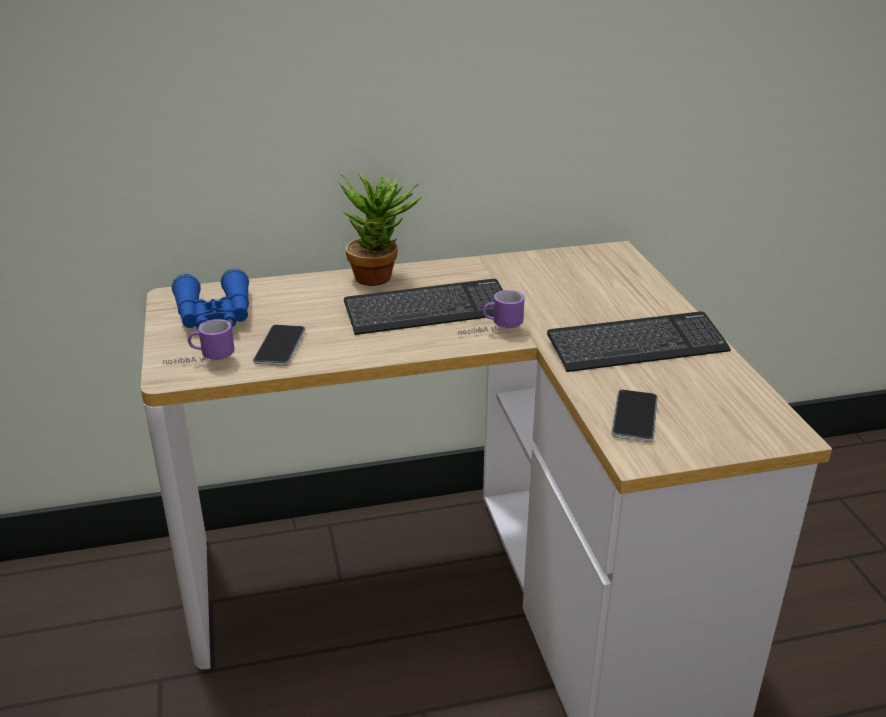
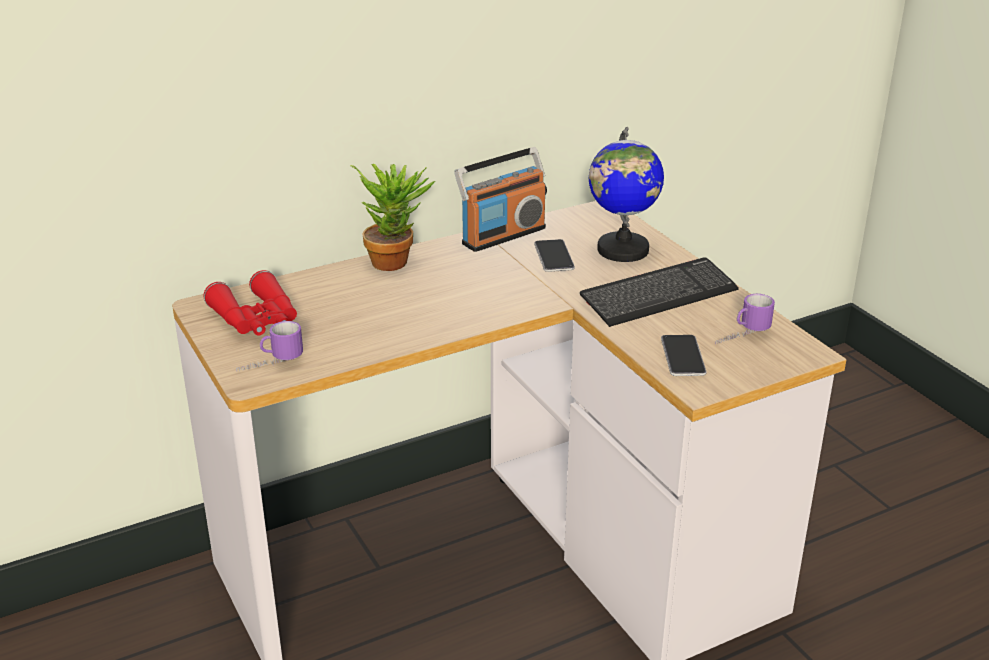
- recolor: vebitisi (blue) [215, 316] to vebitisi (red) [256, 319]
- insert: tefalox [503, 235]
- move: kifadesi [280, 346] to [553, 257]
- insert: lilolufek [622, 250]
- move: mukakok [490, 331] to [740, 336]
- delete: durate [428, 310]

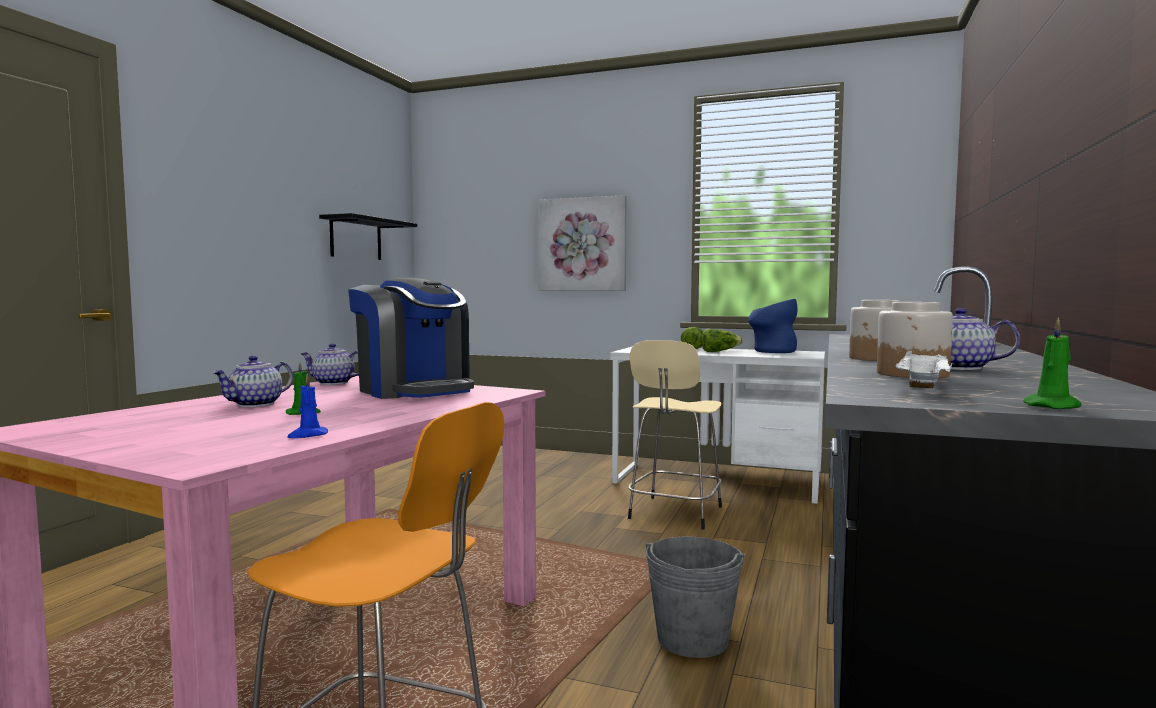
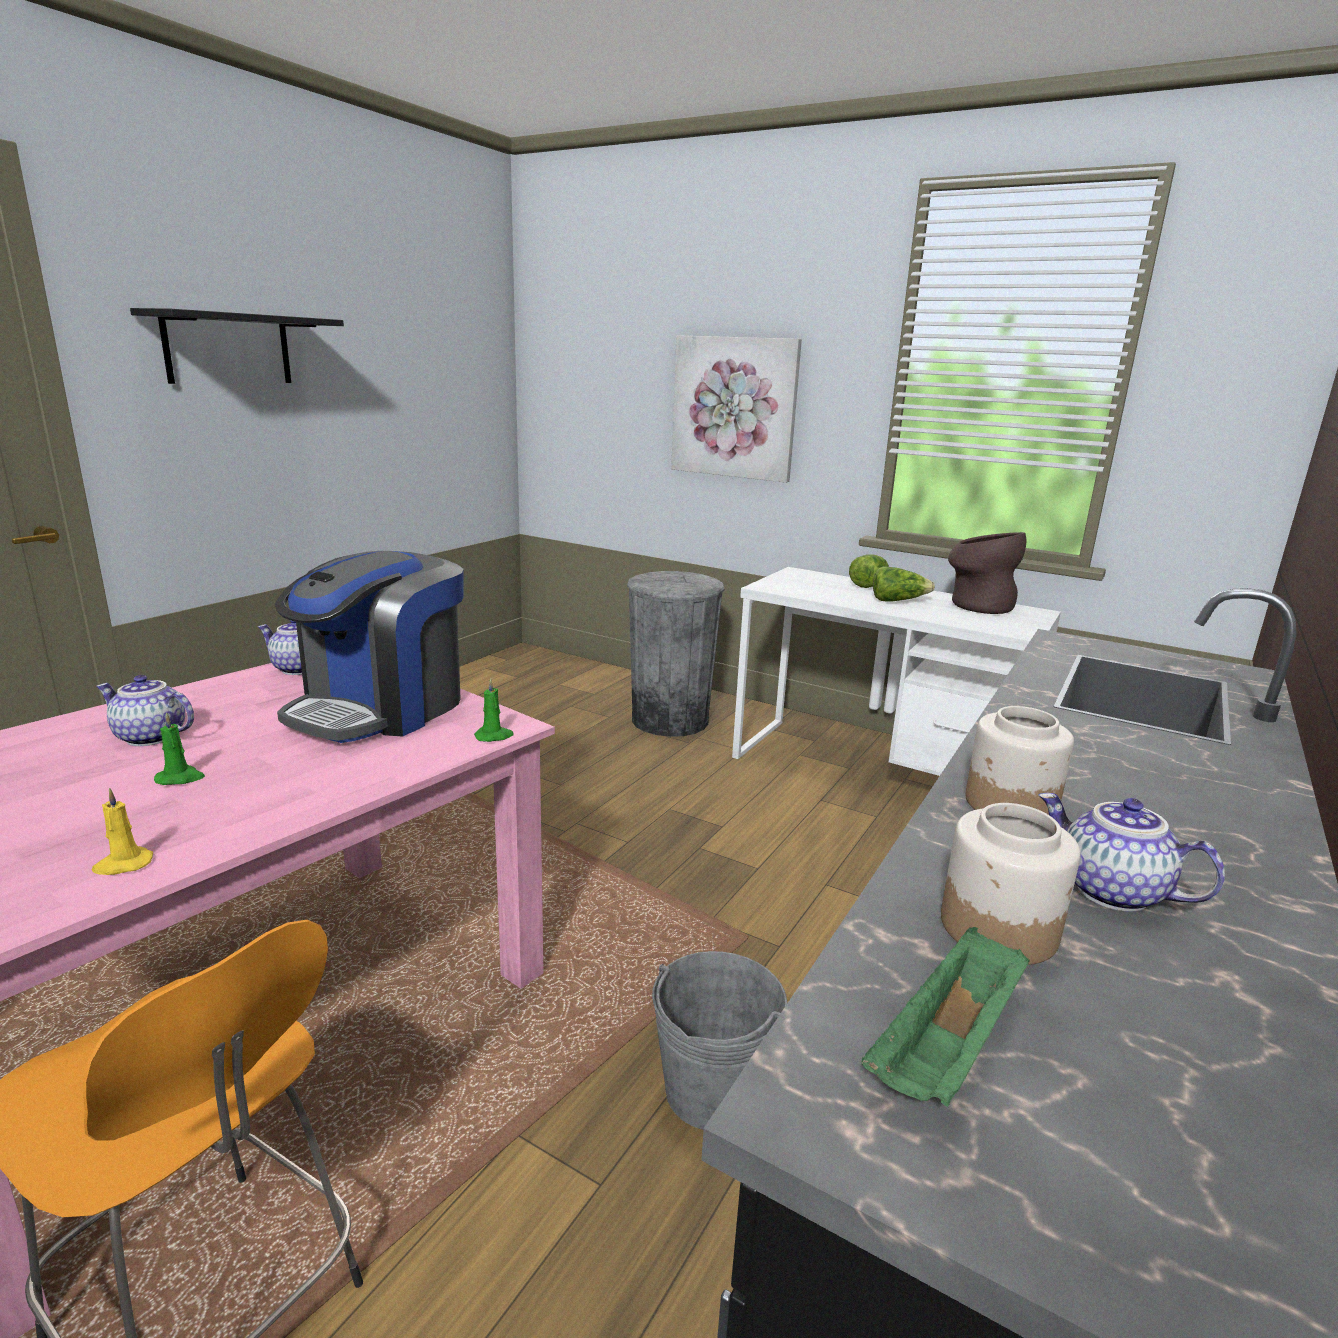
- recolor: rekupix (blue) [307, 435] to rekupix (yellow) [123, 865]
- rotate: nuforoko [256, 404] = [149, 737] 60 degrees clockwise
- move: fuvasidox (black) [356, 239] to [228, 349]
- rotate: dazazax [414, 390] = [381, 708] 60 degrees clockwise
- move: rekupix (green) [1053, 406] to [494, 736]
- insert: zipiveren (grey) [670, 720]
- recolor: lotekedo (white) [923, 389] to lotekedo (green) [947, 1048]
- recolor: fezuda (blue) [771, 351] to fezuda (brown) [977, 605]
- delete: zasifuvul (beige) [674, 514]

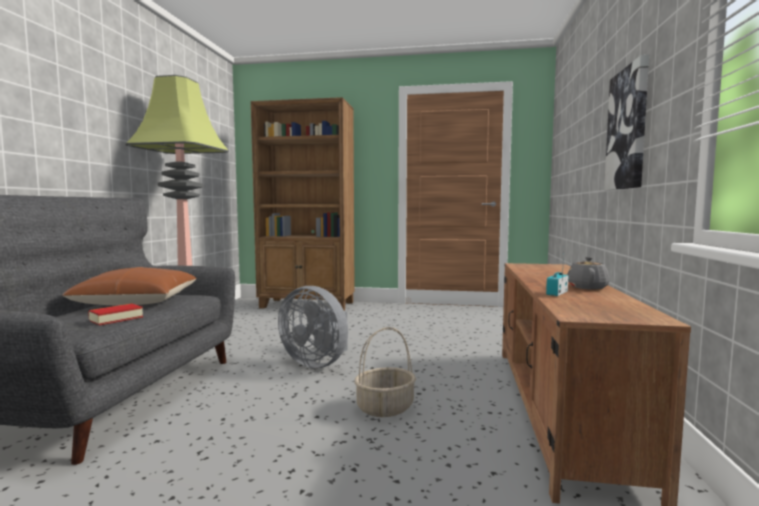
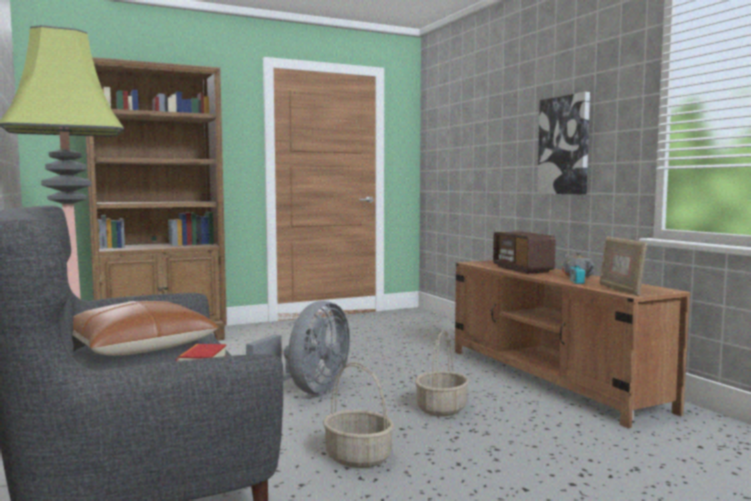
- rotate: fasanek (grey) [317, 363] = [308, 391] 60 degrees counterclockwise
- insert: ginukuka [359, 457]
- insert: tefalox [522, 269]
- insert: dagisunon [620, 289]

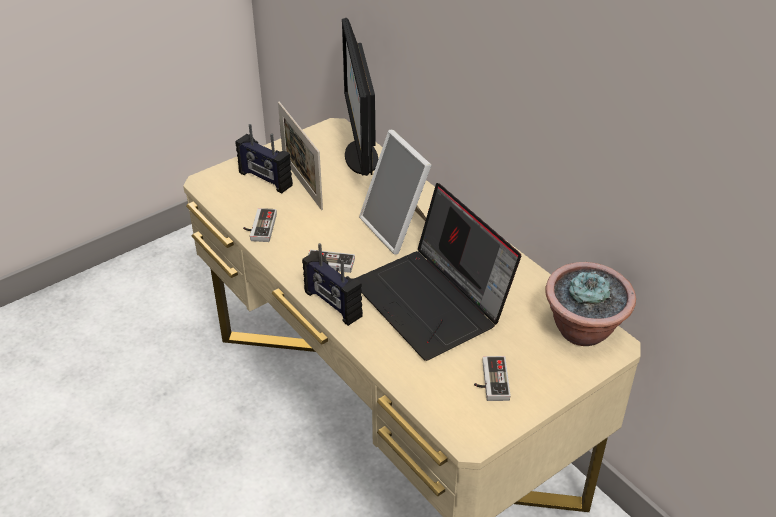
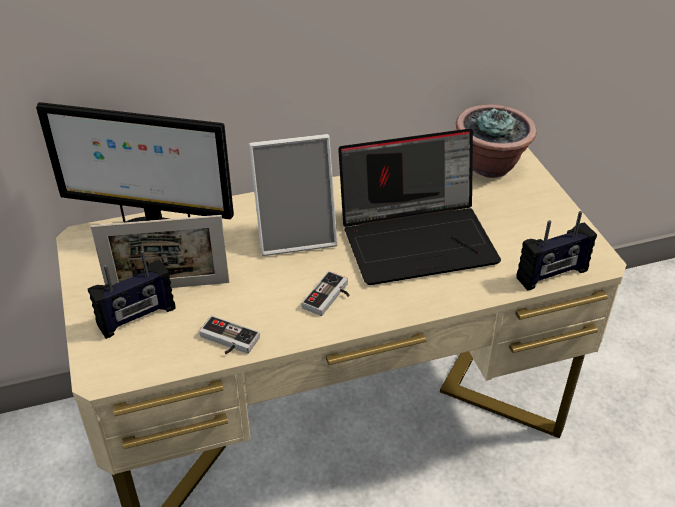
- move: tefalox [332, 304] to [552, 275]
- delete: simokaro [490, 381]

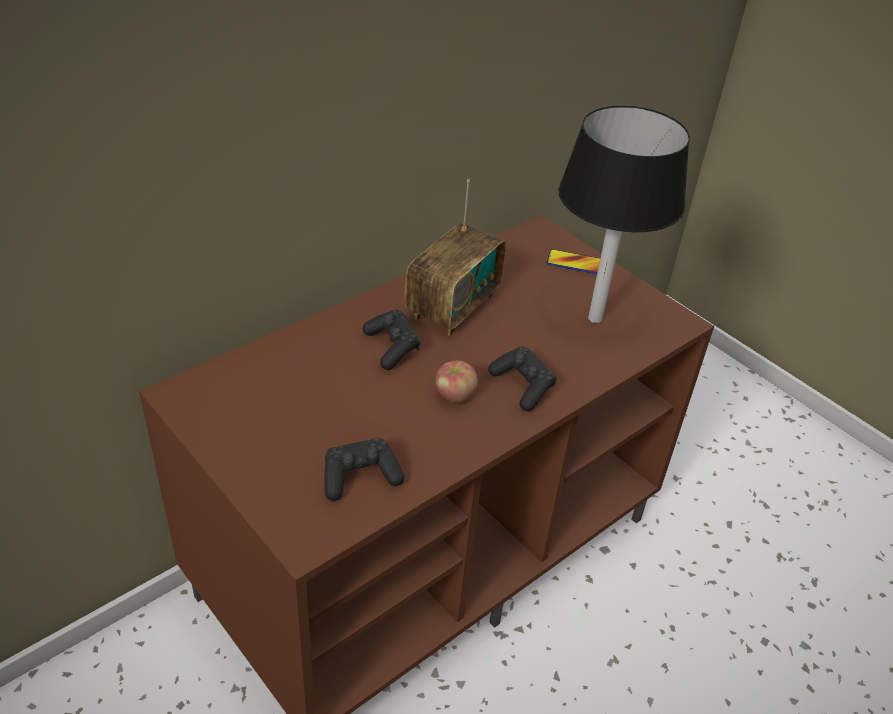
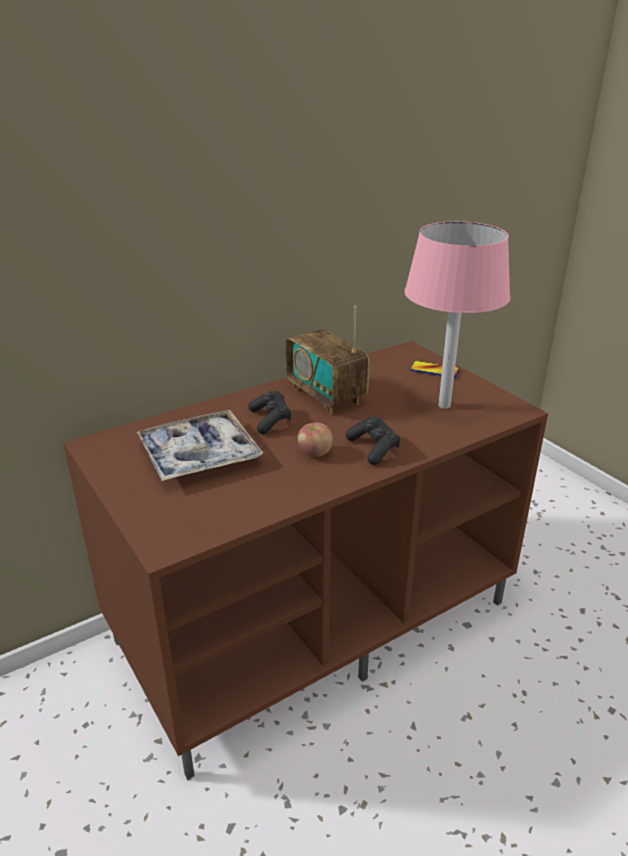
- insert: lotekedo [199, 455]
- rotate: tefalox [452, 306] = [326, 395] 105 degrees clockwise
- recolor: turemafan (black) [595, 318] to turemafan (pink) [444, 406]
- delete: simokaro (black) [360, 477]

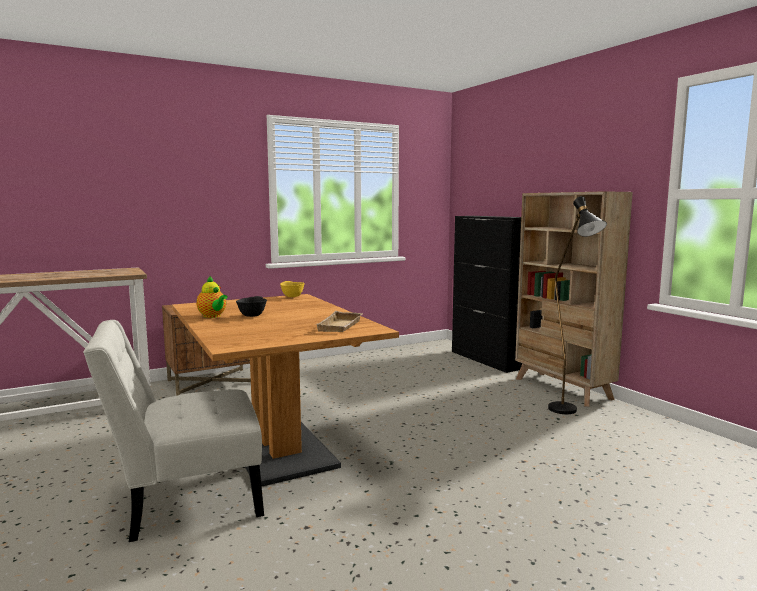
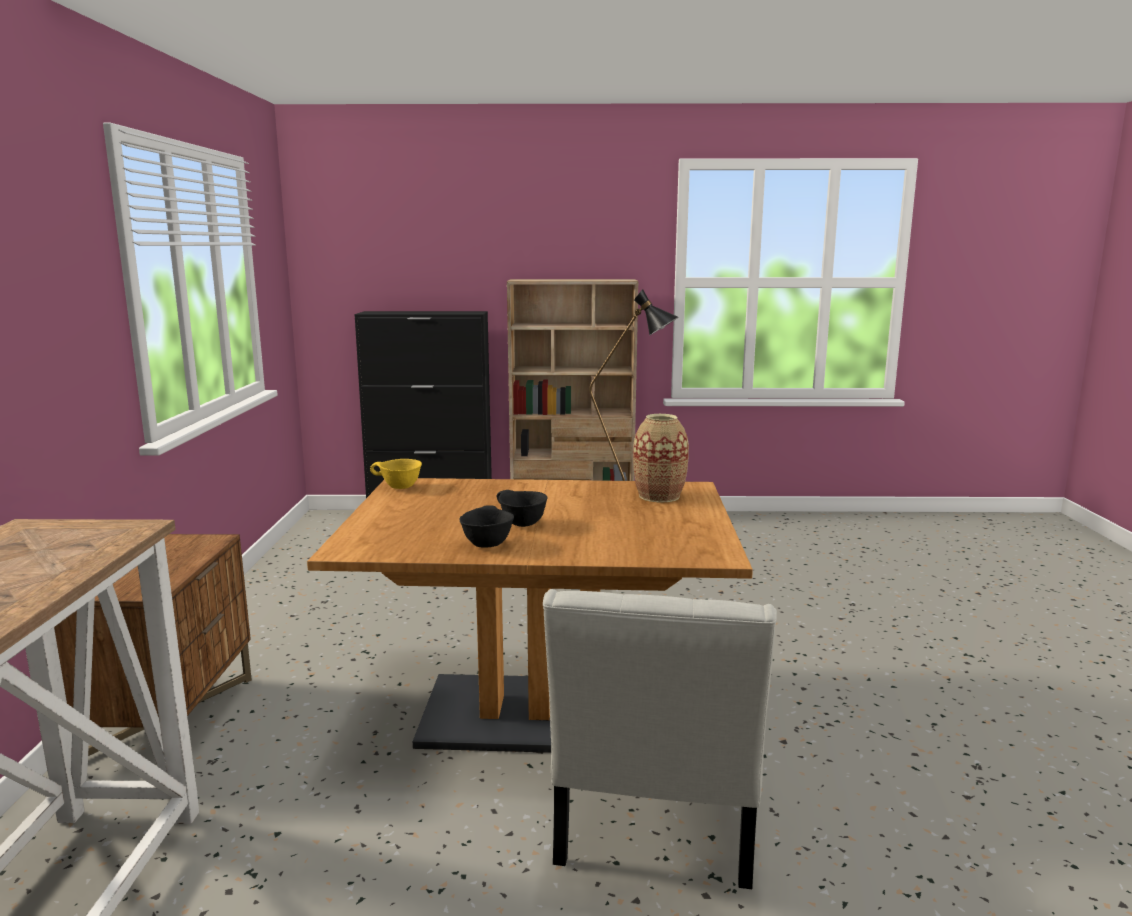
- replace: nuforoko [213, 316] to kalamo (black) [486, 544]
- replace: lotekedo (beige) [341, 326] to fezuda [659, 496]

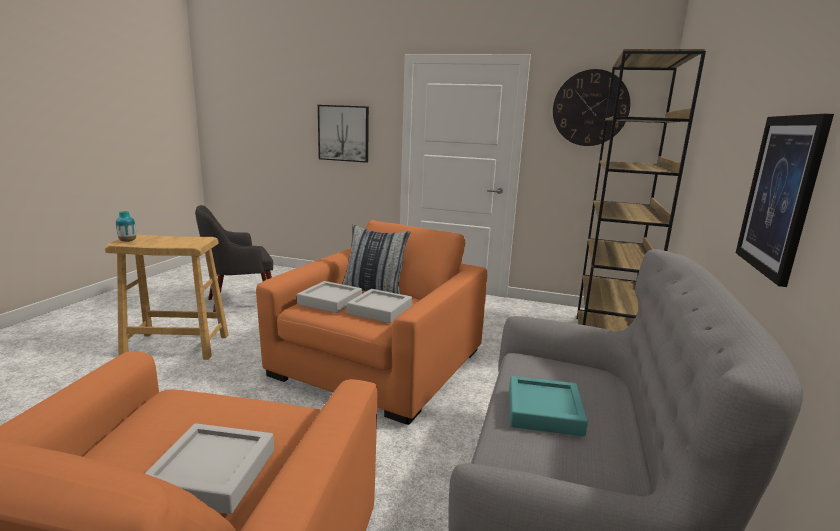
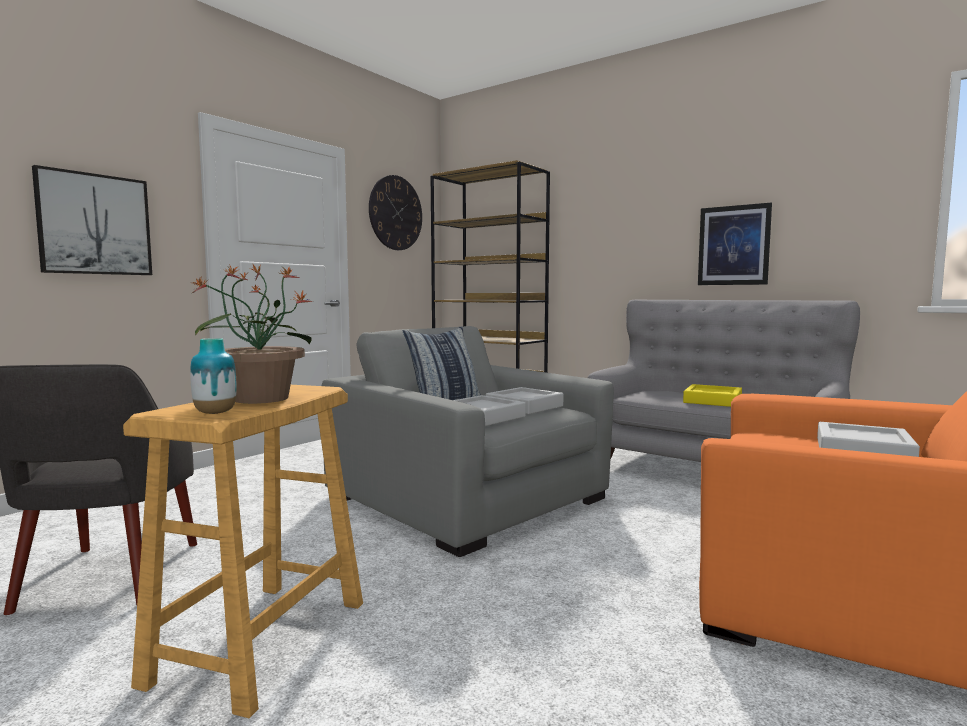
- insert: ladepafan [259, 398]
- recolor: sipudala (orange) [379, 363] to sipudala (grey) [468, 497]
- recolor: lotekedo (turquoise) [544, 411] to lotekedo (yellow) [712, 401]

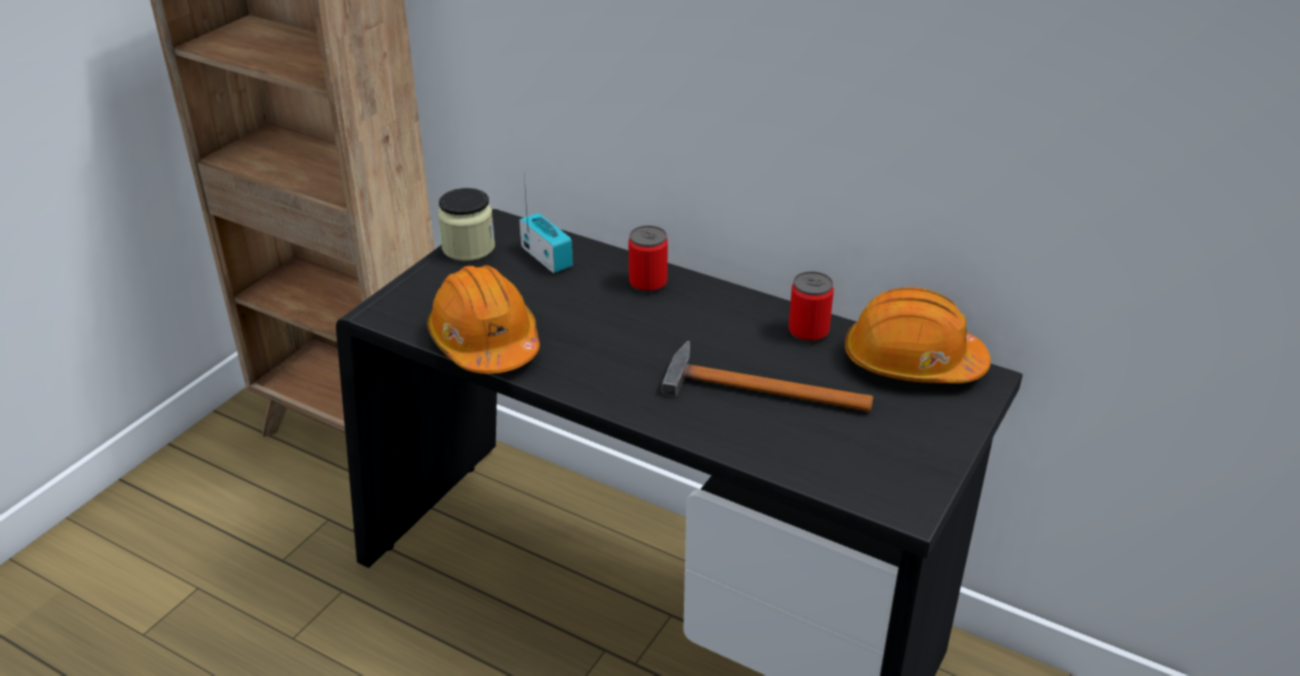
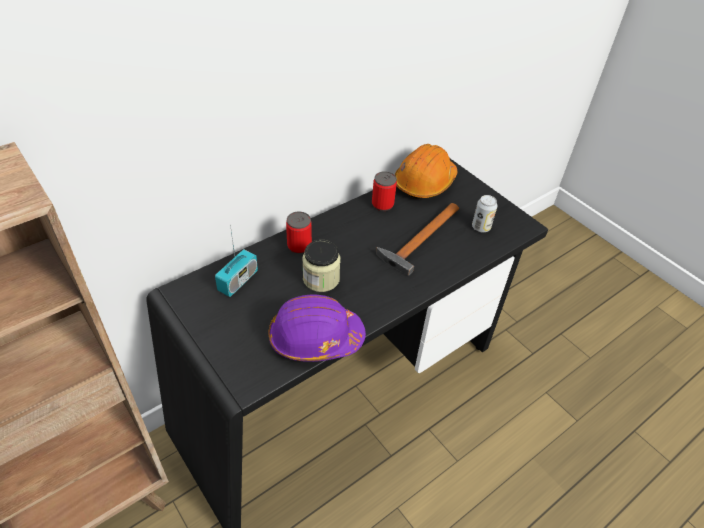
- rotate: tefalox [547, 258] = [238, 281] 135 degrees clockwise
- recolor: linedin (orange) [485, 342] to linedin (purple) [315, 338]
- move: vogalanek [468, 248] to [321, 279]
- insert: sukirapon [481, 227]

